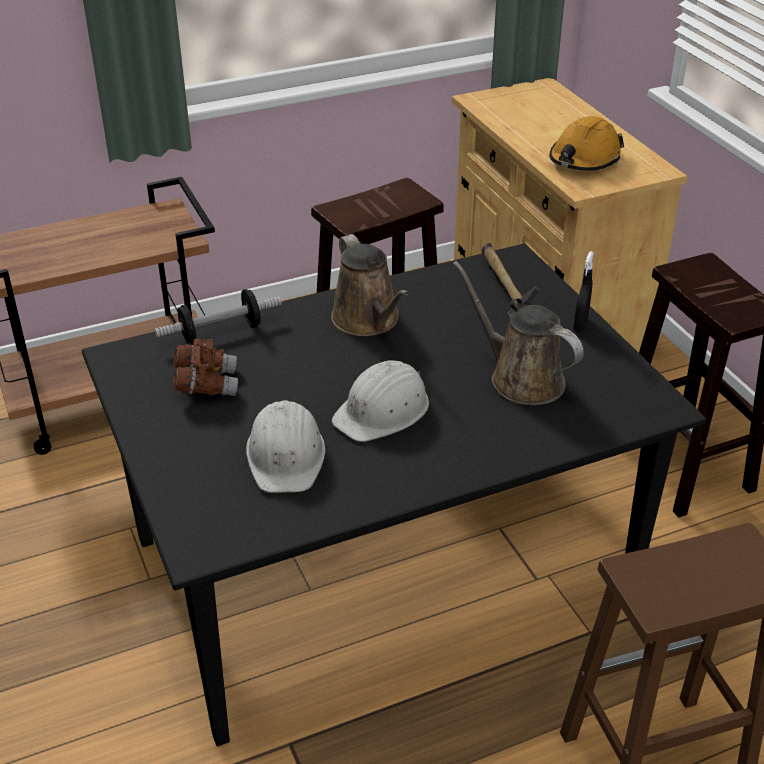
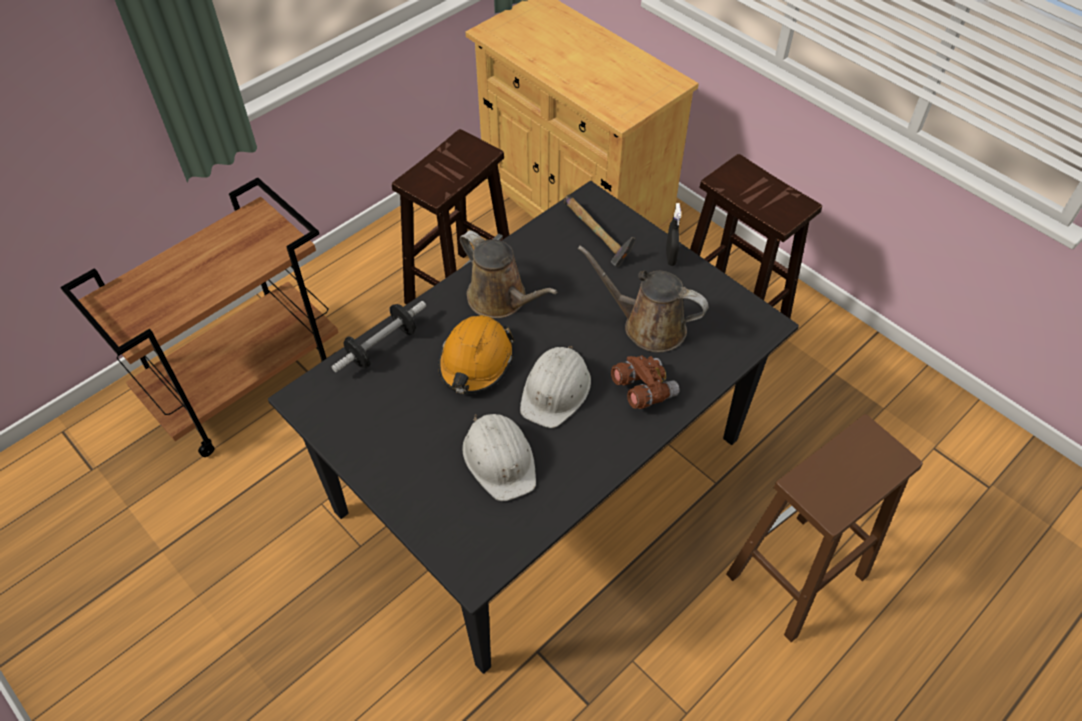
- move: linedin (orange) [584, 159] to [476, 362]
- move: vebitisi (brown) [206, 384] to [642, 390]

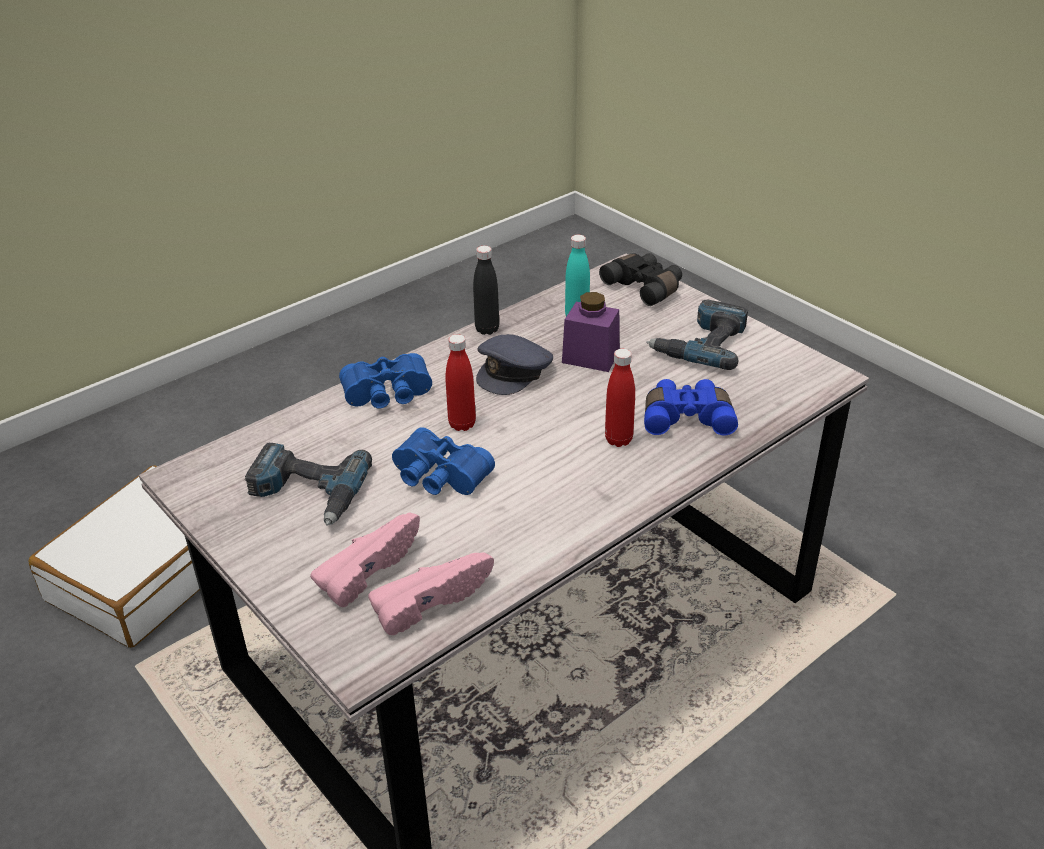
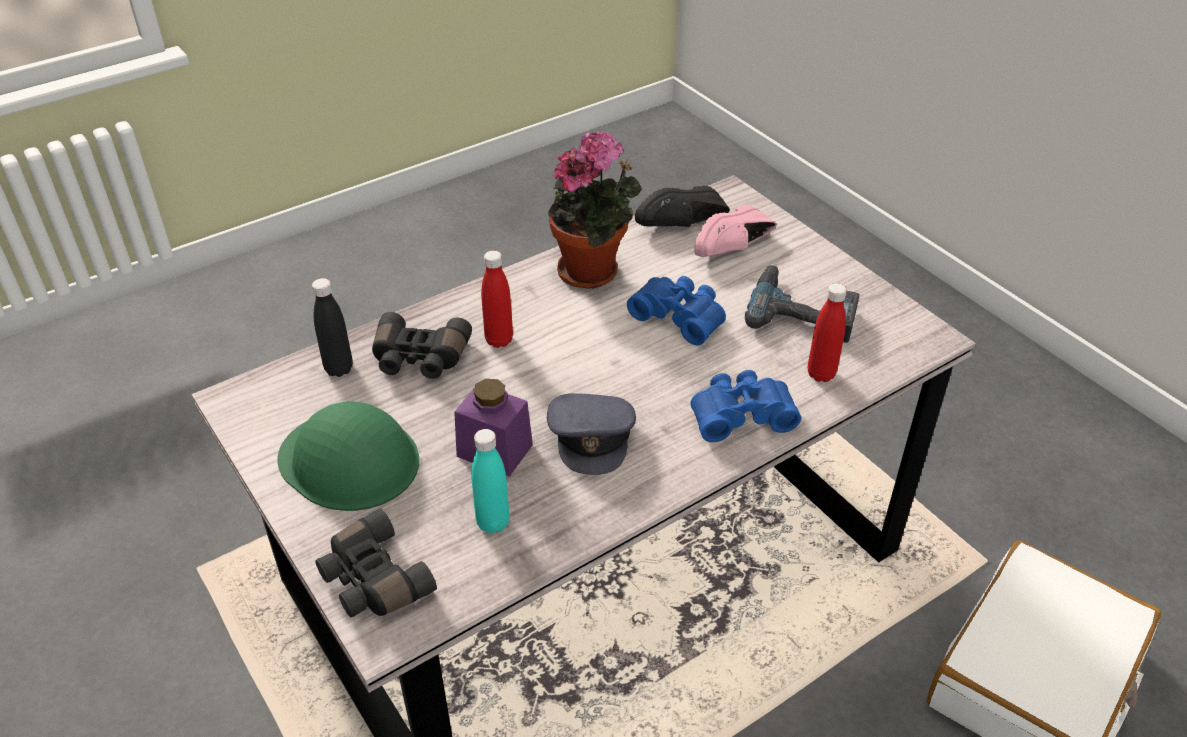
- replace: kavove [701, 343] to linedin (green) [349, 460]
- move: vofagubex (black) [487, 329] to [339, 369]
- recolor: vebitisi (blue) [687, 417] to vebitisi (black) [419, 359]
- rotate: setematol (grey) [514, 371] = [592, 436] 135 degrees clockwise
- insert: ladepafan [593, 271]
- recolor: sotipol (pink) [429, 600] to sotipol (black) [684, 225]
- move: vofagubex (red) [462, 424] to [821, 374]

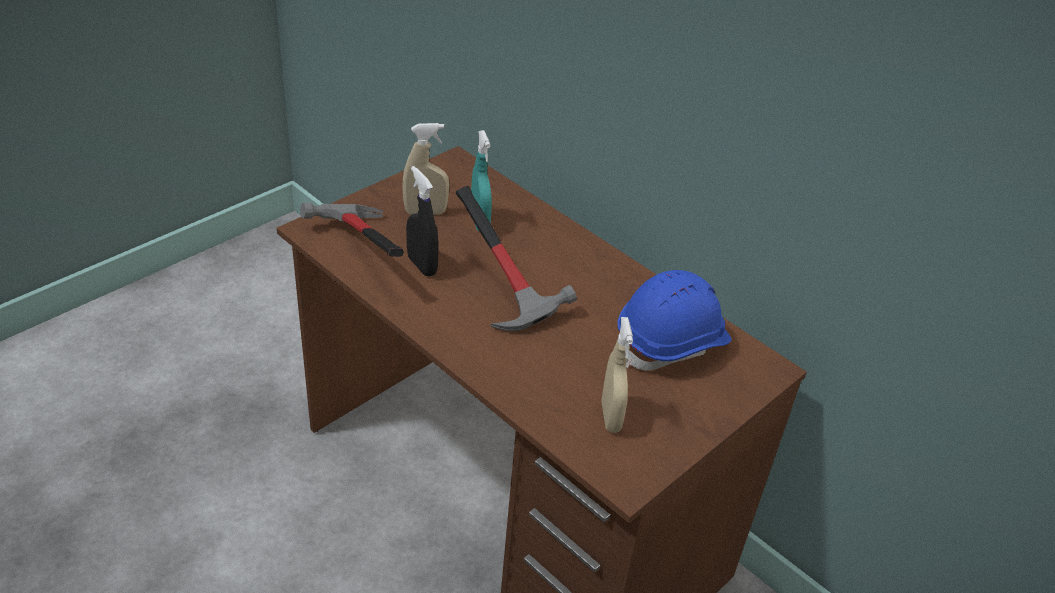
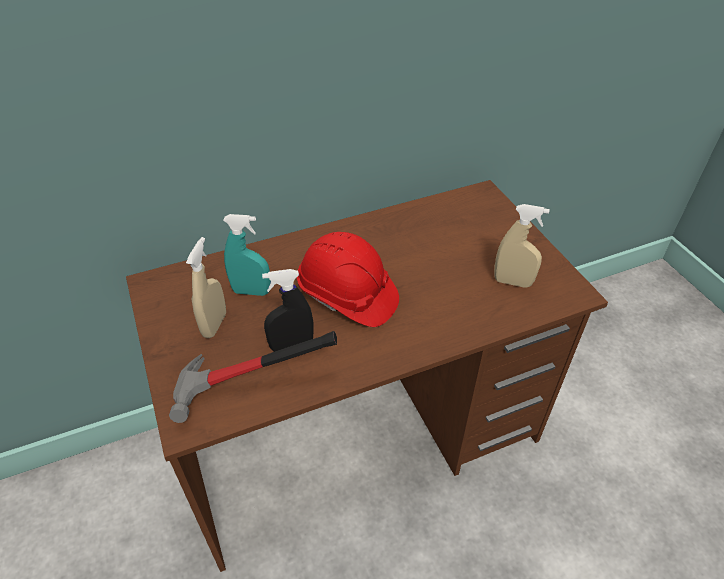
- replace: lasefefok [509, 287] to linedin (red) [347, 296]
- delete: linedin (blue) [672, 342]

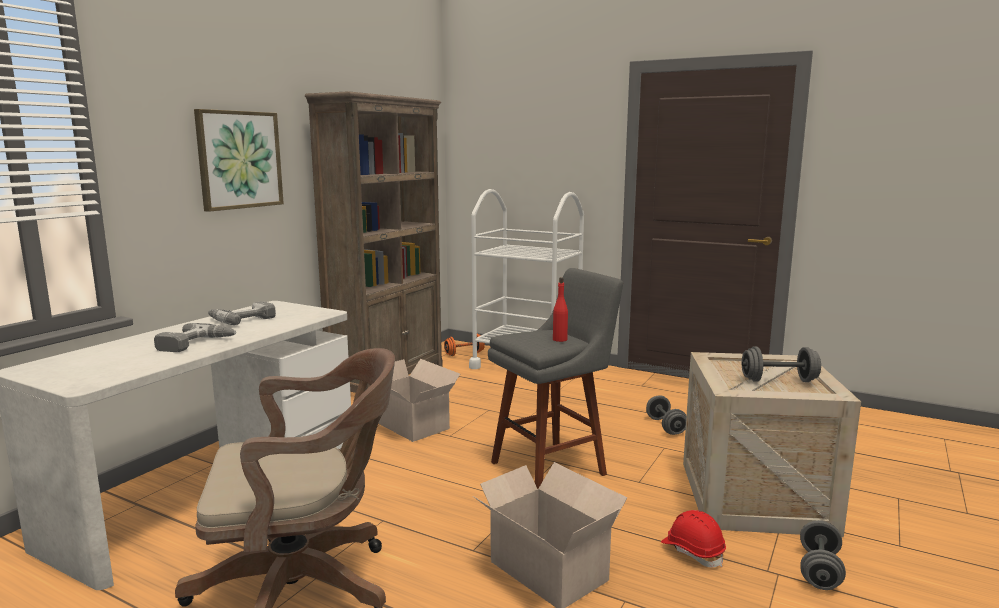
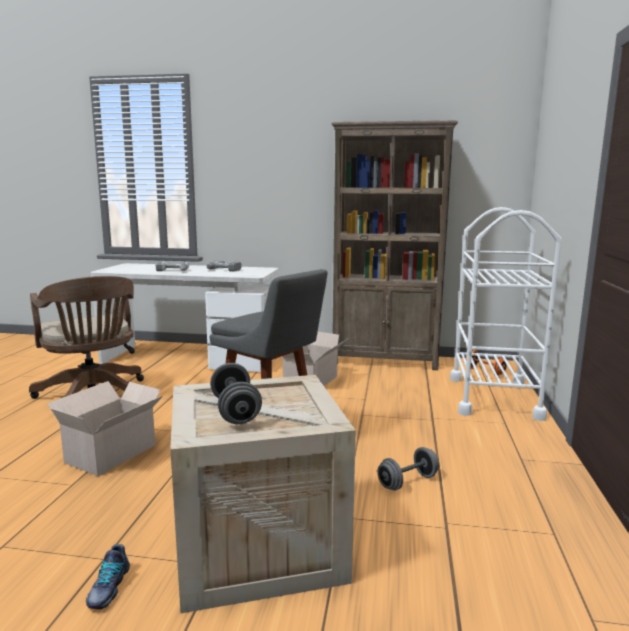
- replace: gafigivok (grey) [819, 571] to sotipol [108, 587]
- delete: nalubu [239, 160]
- delete: vofagubex (red) [560, 339]
- delete: linedin (red) [693, 551]

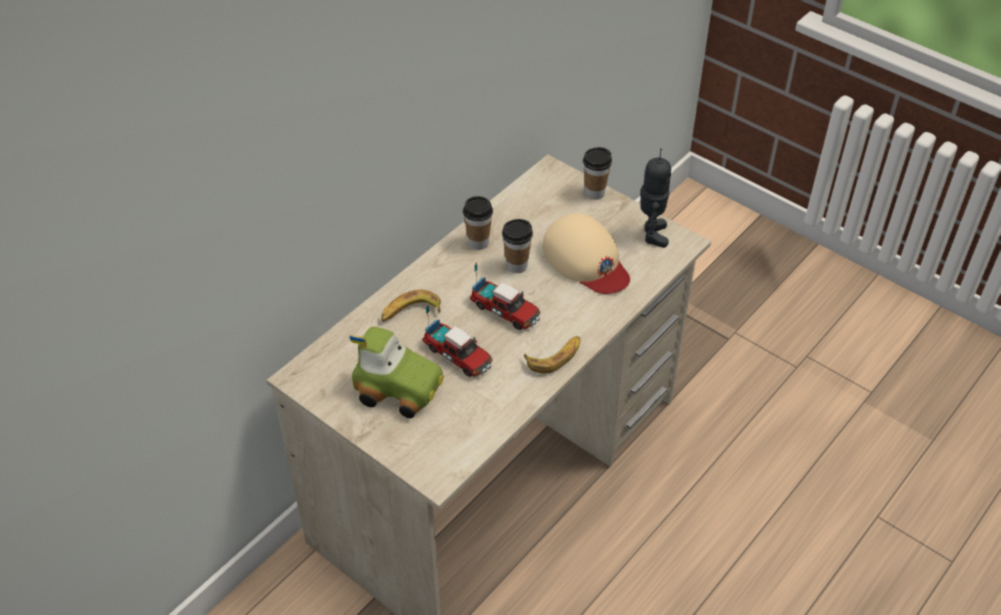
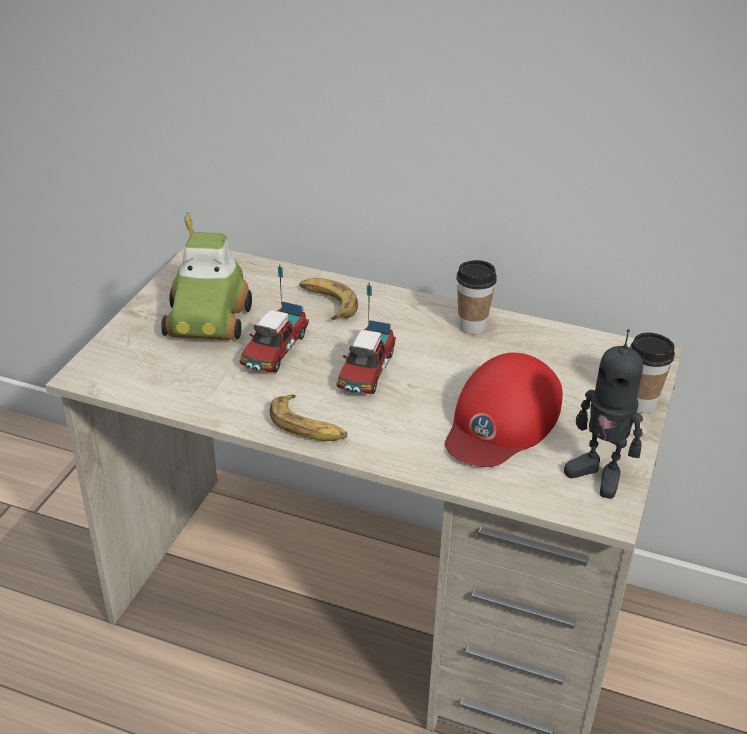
- recolor: setematol (beige) [586, 260] to setematol (red) [501, 420]
- rotate: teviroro [651, 234] = [598, 474] 60 degrees clockwise
- delete: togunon [516, 265]

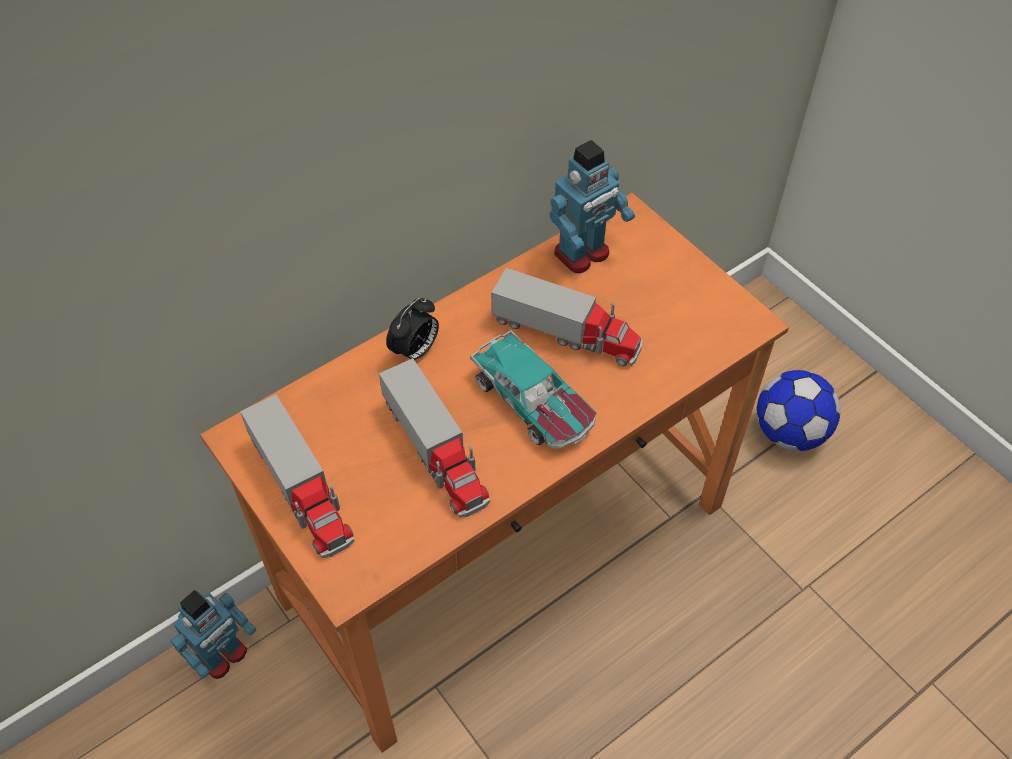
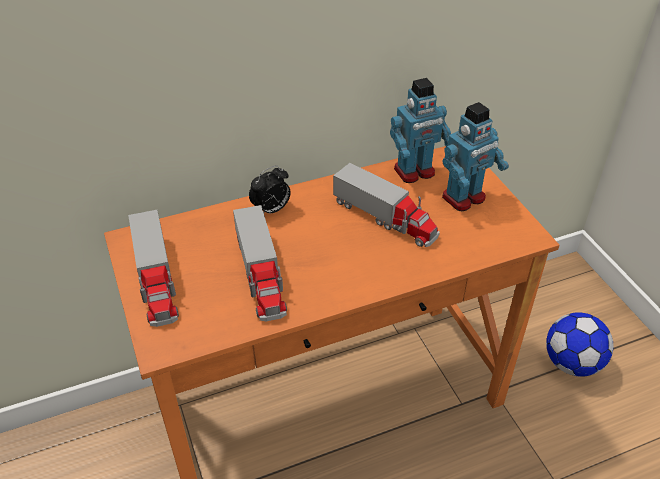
- move: teviroro [223, 655] to [464, 198]
- delete: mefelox [534, 402]

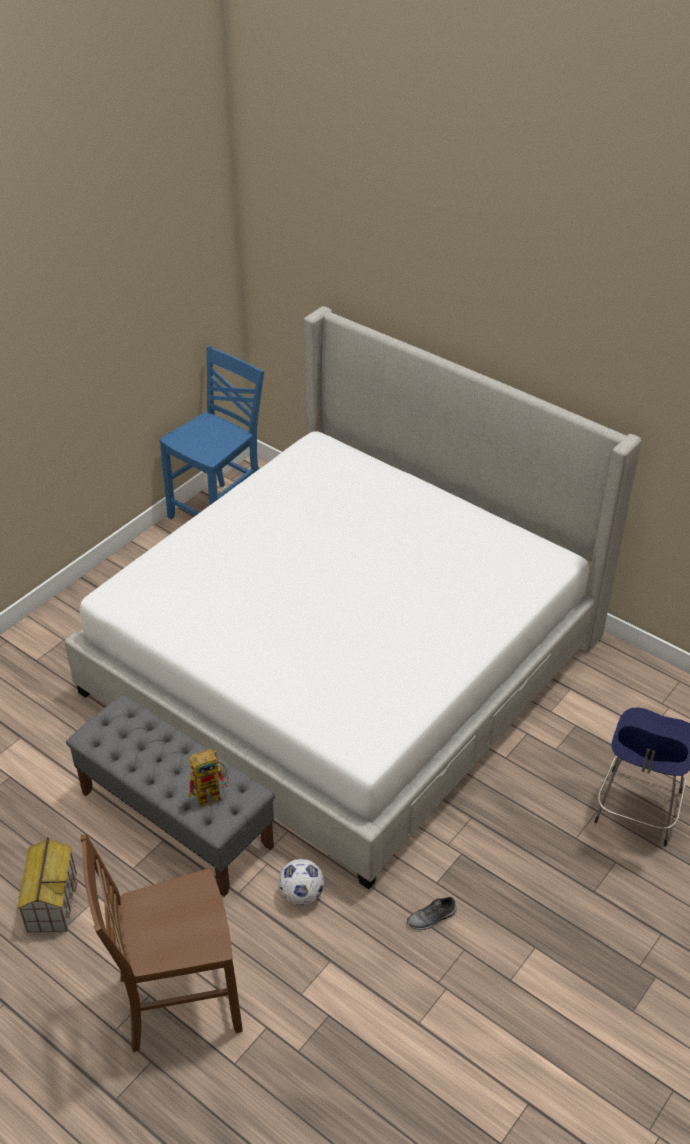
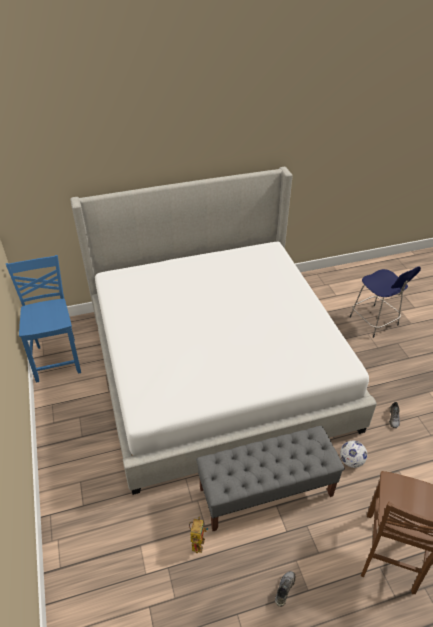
- move: teviroro [213, 793] to [197, 540]
- replace: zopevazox [51, 901] to sotipol (grey) [284, 589]

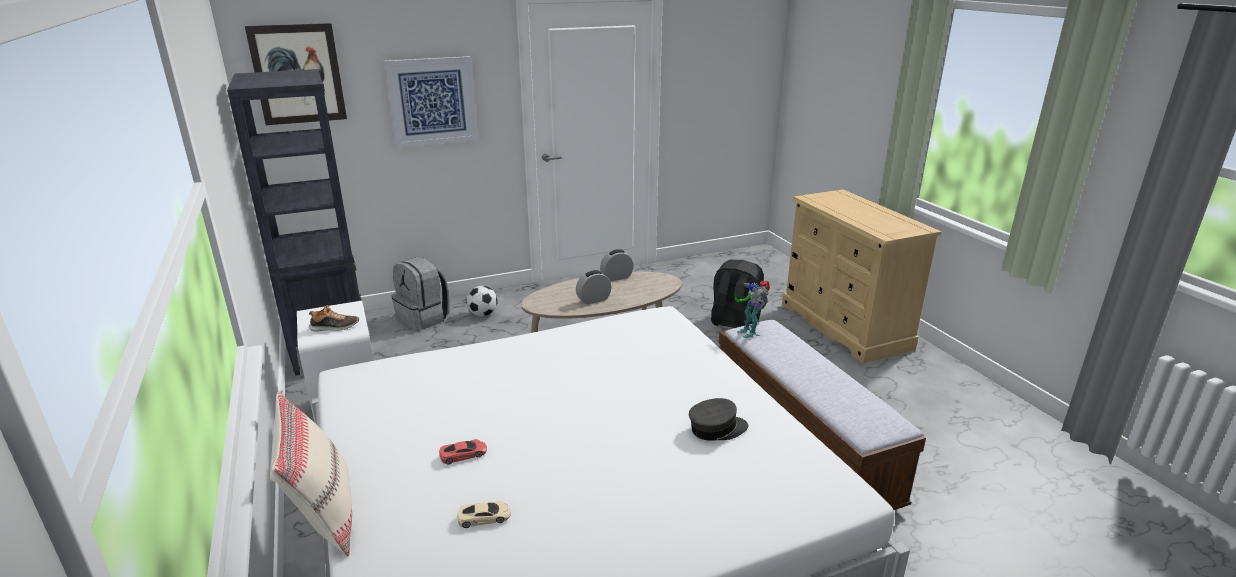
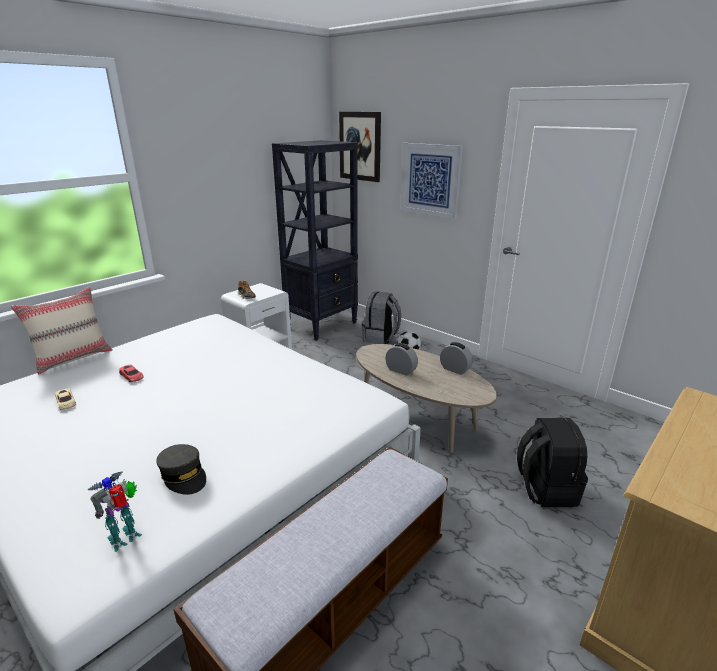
- move: teviroro [749, 332] to [126, 538]

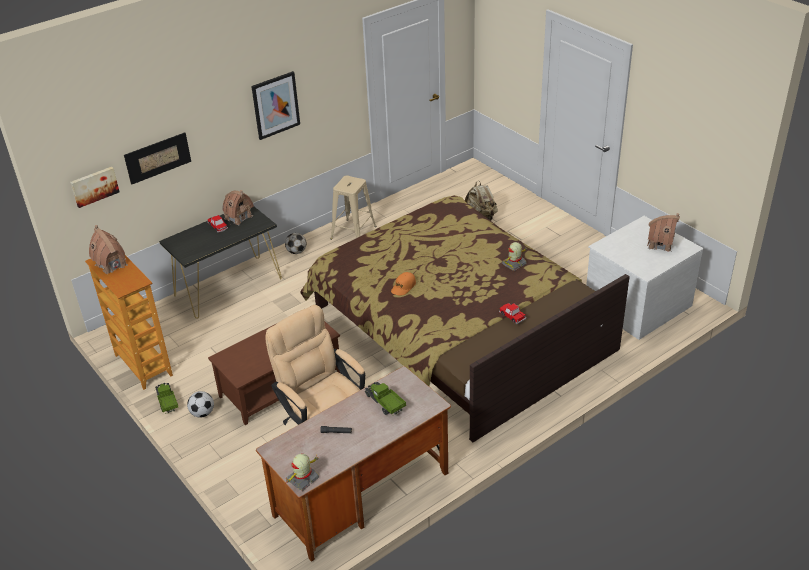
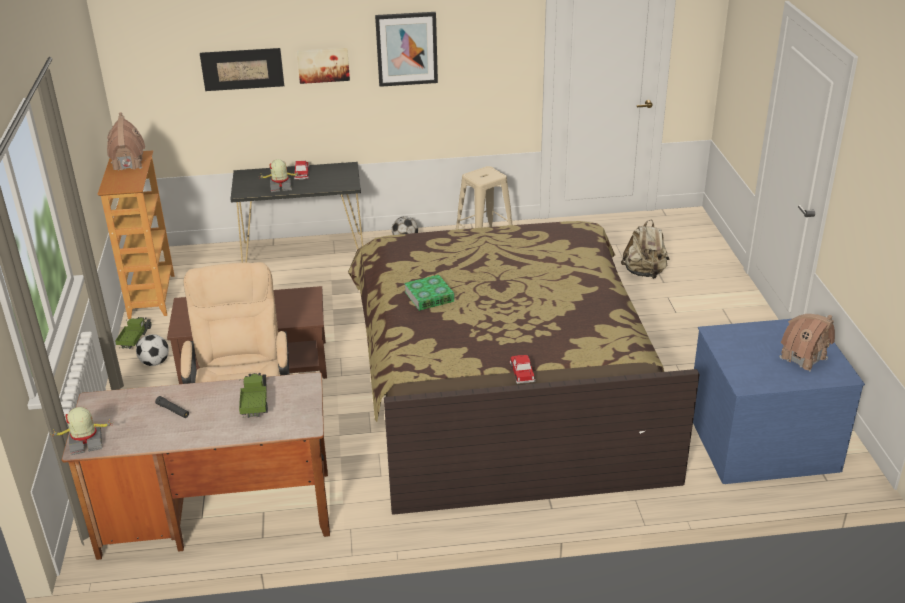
- move: teviroro [514, 264] to [281, 187]
- move: nalubu [94, 186] to [323, 65]
- replace: setematol (orange) [403, 287] to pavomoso [429, 296]
- recolor: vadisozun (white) [636, 304] to vadisozun (blue) [761, 439]
- delete: zopevazox [238, 217]

